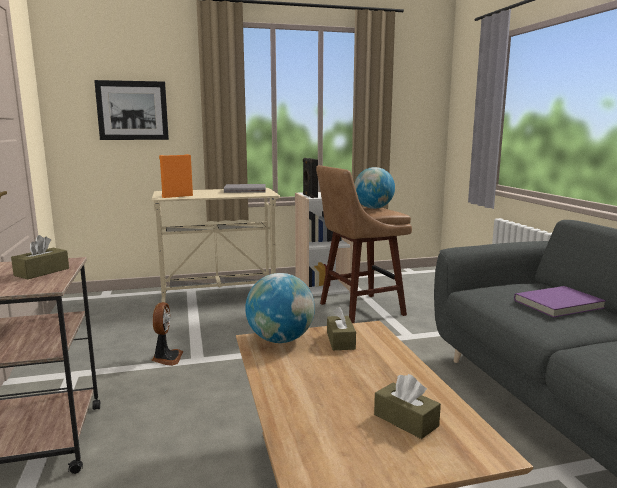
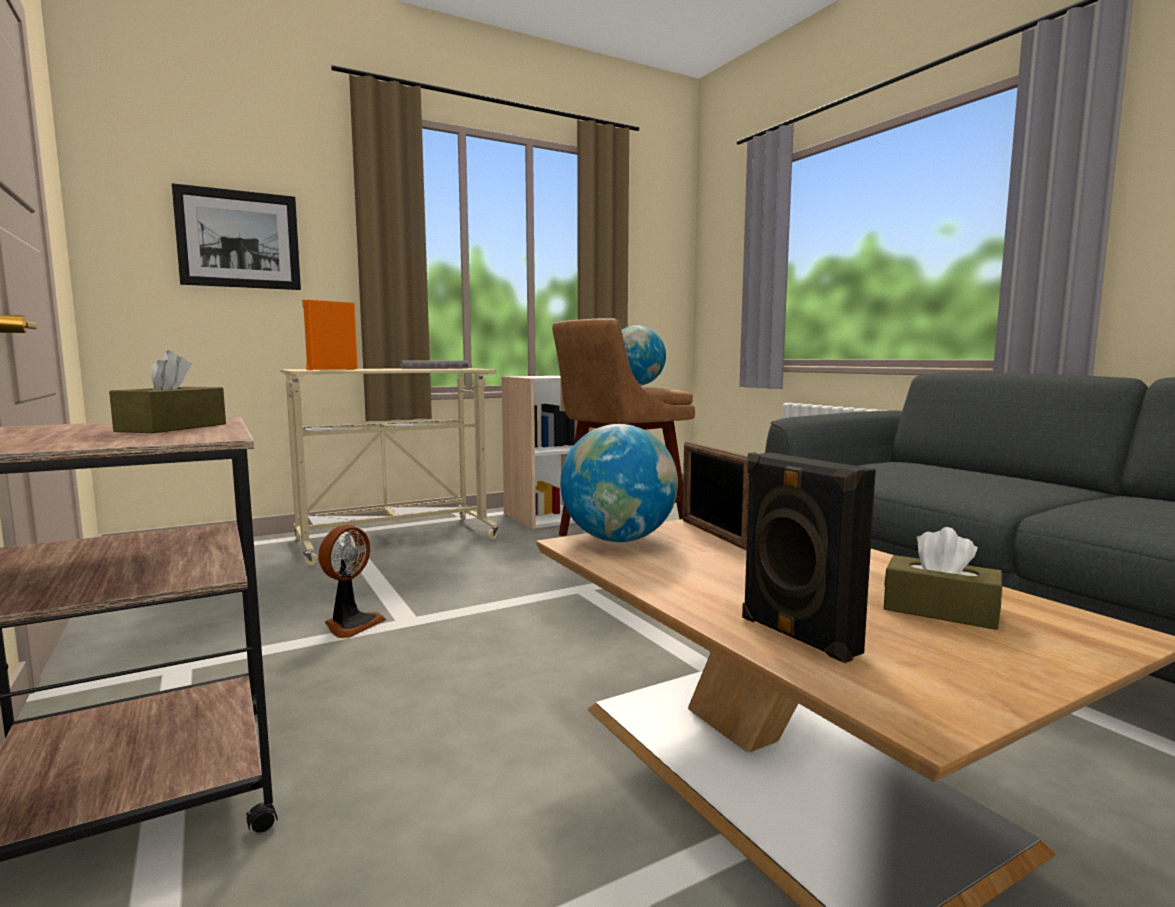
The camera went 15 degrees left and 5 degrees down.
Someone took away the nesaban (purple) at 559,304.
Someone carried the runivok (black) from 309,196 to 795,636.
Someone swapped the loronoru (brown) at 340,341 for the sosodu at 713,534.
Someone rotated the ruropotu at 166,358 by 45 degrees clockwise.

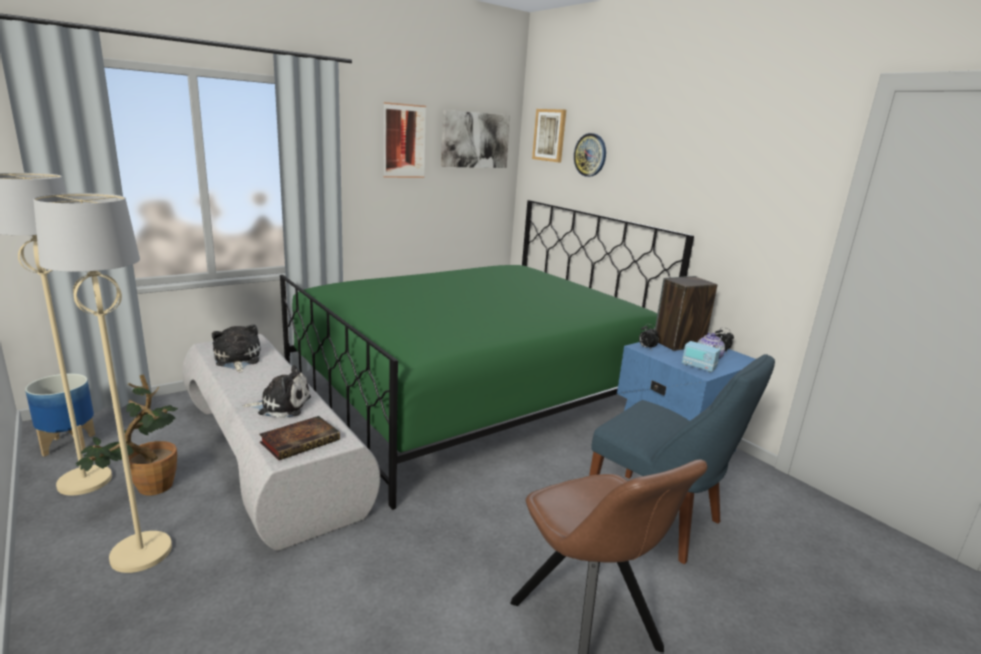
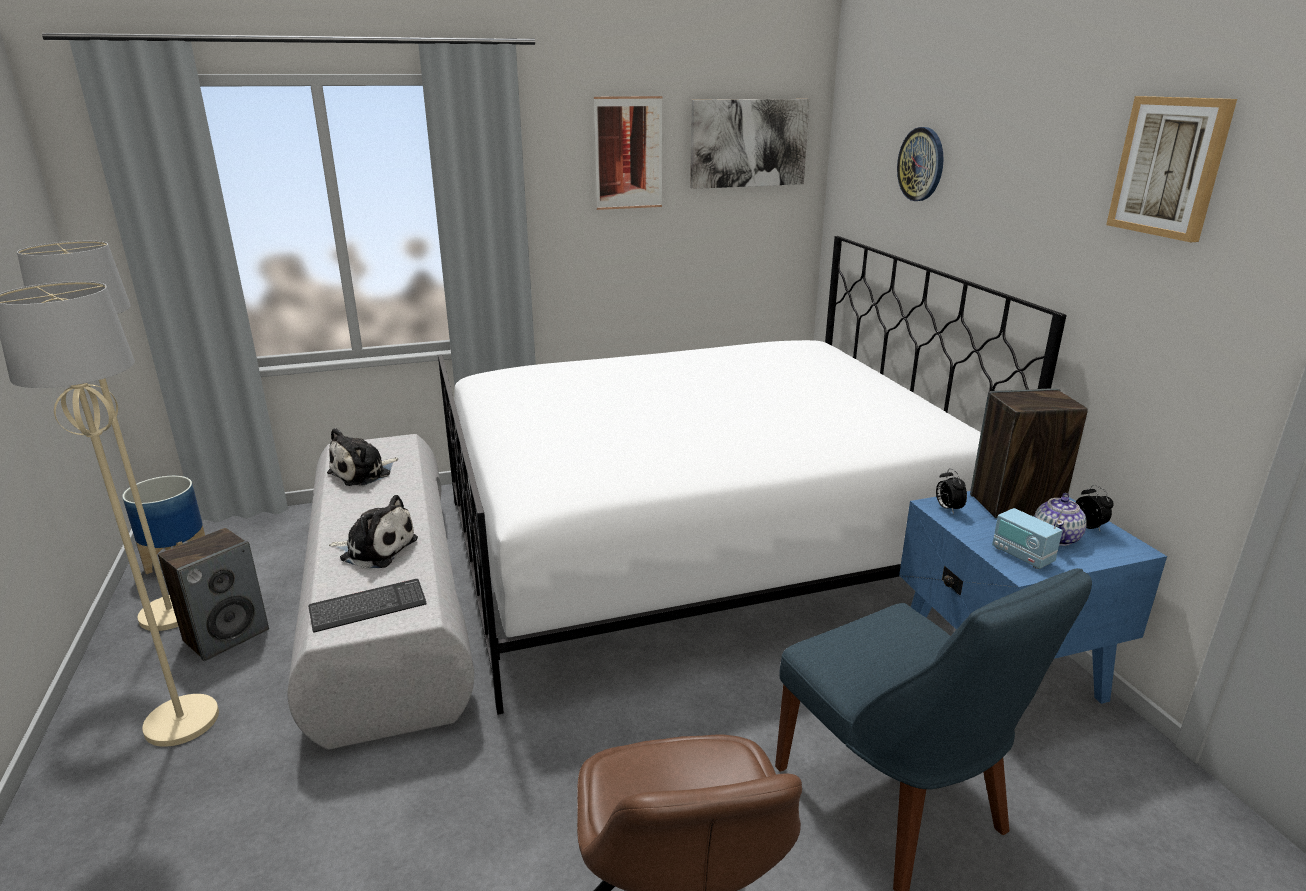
The camera went 20 degrees right and 5 degrees up.
Someone carried the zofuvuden from 550,135 to 1169,167.
Someone swapped the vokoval at 146,489 for the runivok at 227,635.
Someone swapped the nesaban at 301,441 for the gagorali at 368,607.
Someone repainted the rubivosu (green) at 474,397, which became the rubivosu (white) at 701,548.
Someone rotated the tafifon at 237,360 by 135 degrees counterclockwise.

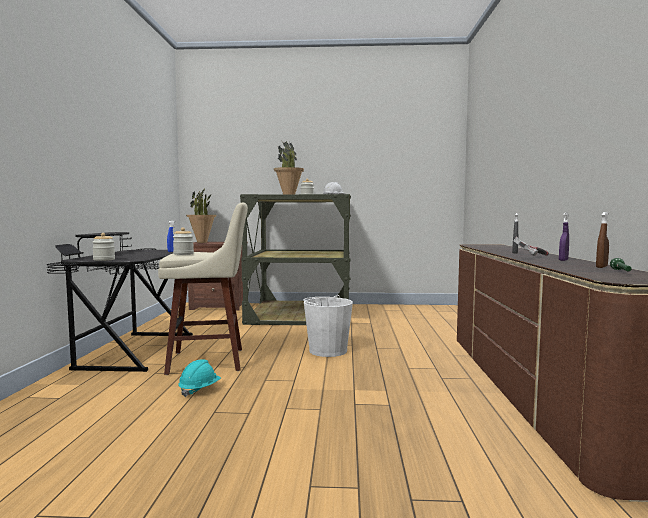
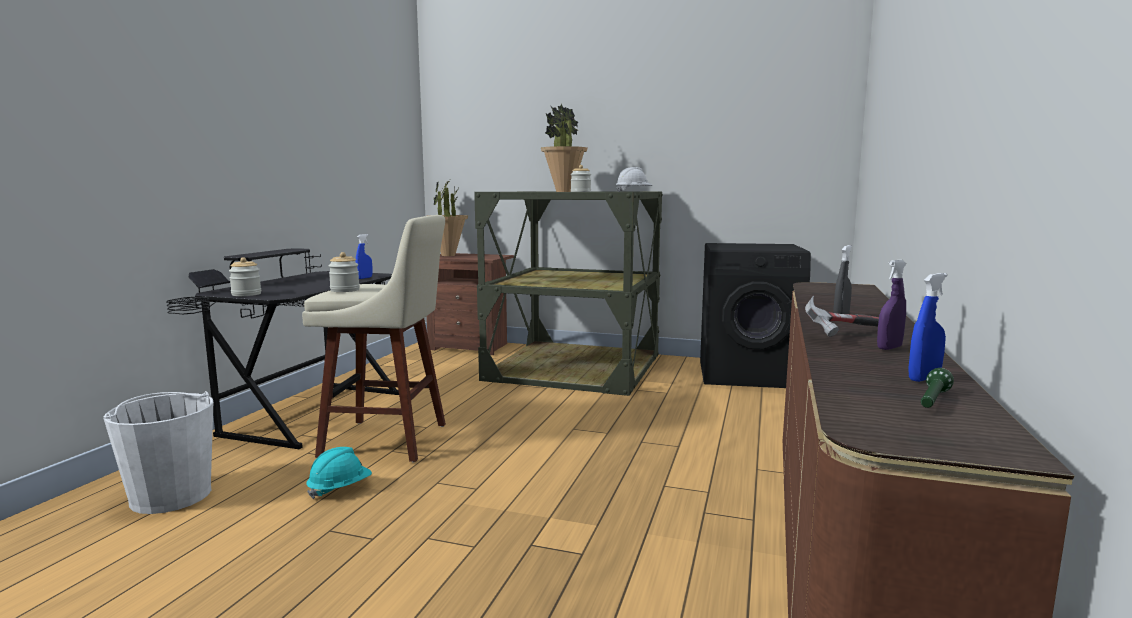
The camera went 15 degrees right and 5 degrees up.
Someone put down the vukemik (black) at 747,374.
Someone carried the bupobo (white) from 327,350 to 171,496.
Someone repainted the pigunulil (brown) at 601,267, which became the pigunulil (blue) at 924,378.

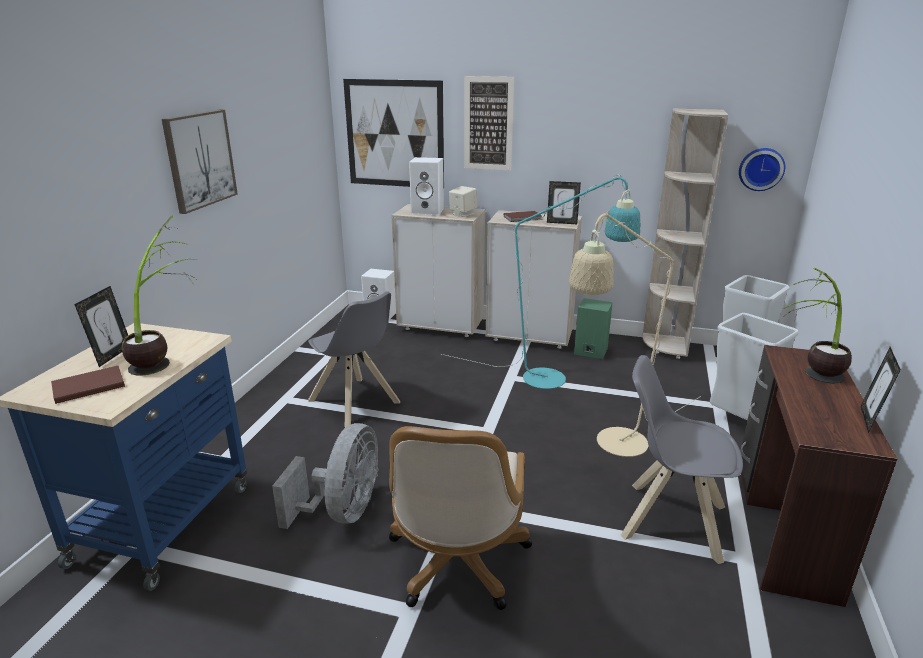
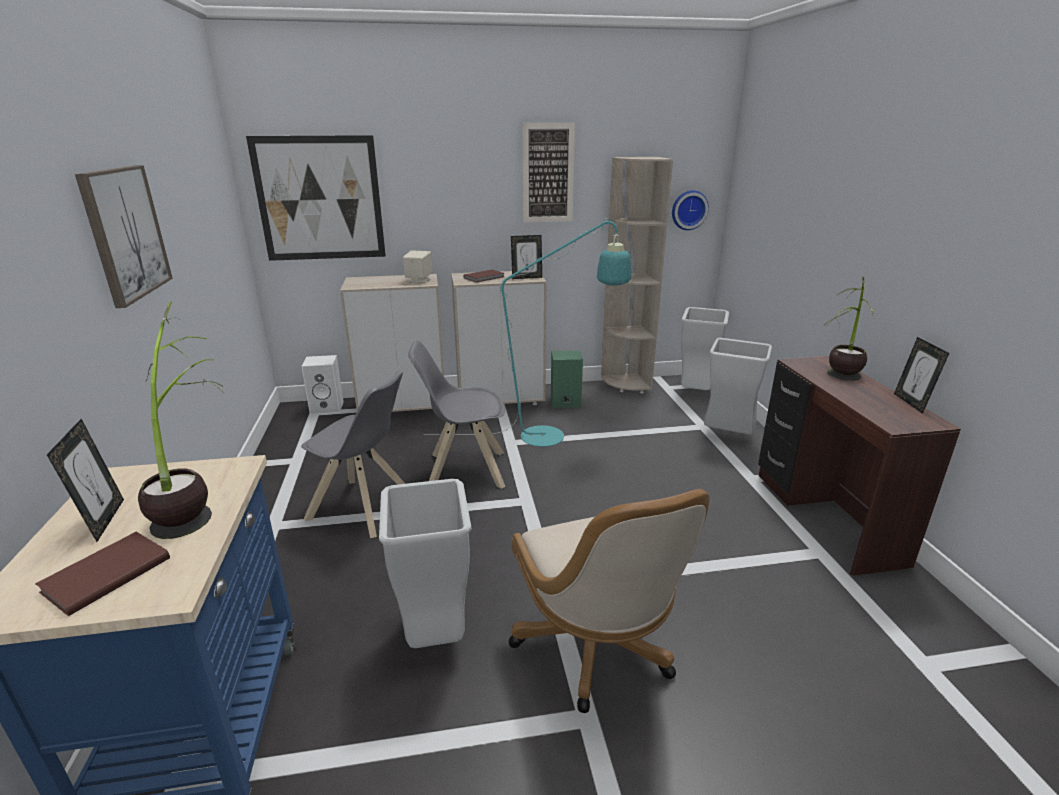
The camera went 25 degrees left and 0 degrees up.
Someone took away the runivok (white) at 428,211.
Someone took away the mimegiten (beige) at 613,447.
Someone carried the zofuvuden from 488,124 to 548,173.
Someone carried the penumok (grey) from 670,520 to 463,470.
Someone swapped the ruropotu (grey) at 343,511 for the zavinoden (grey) at 435,634.

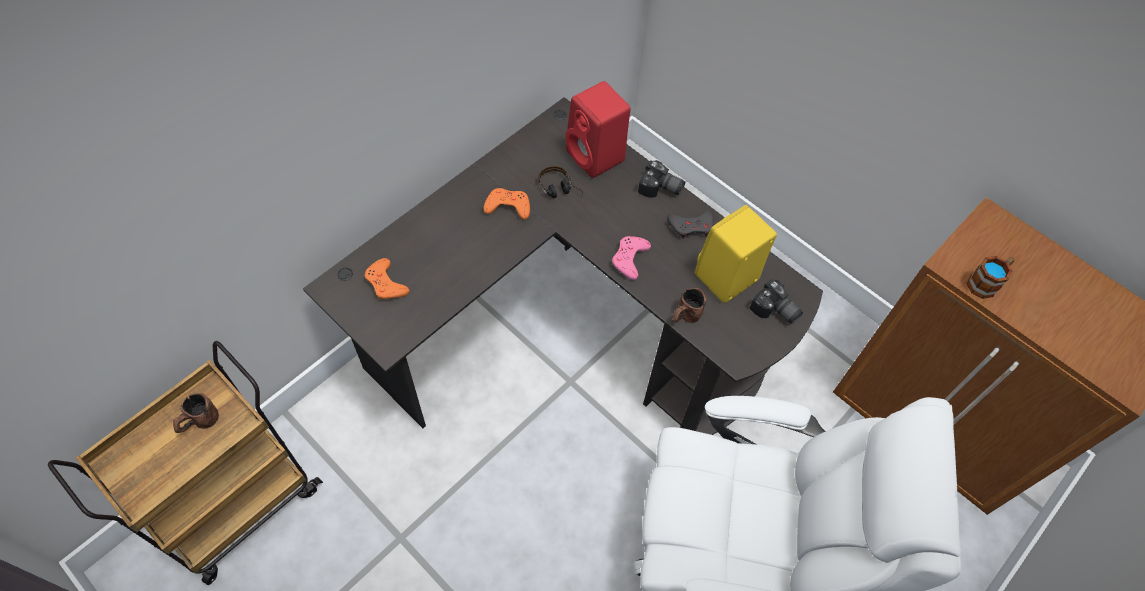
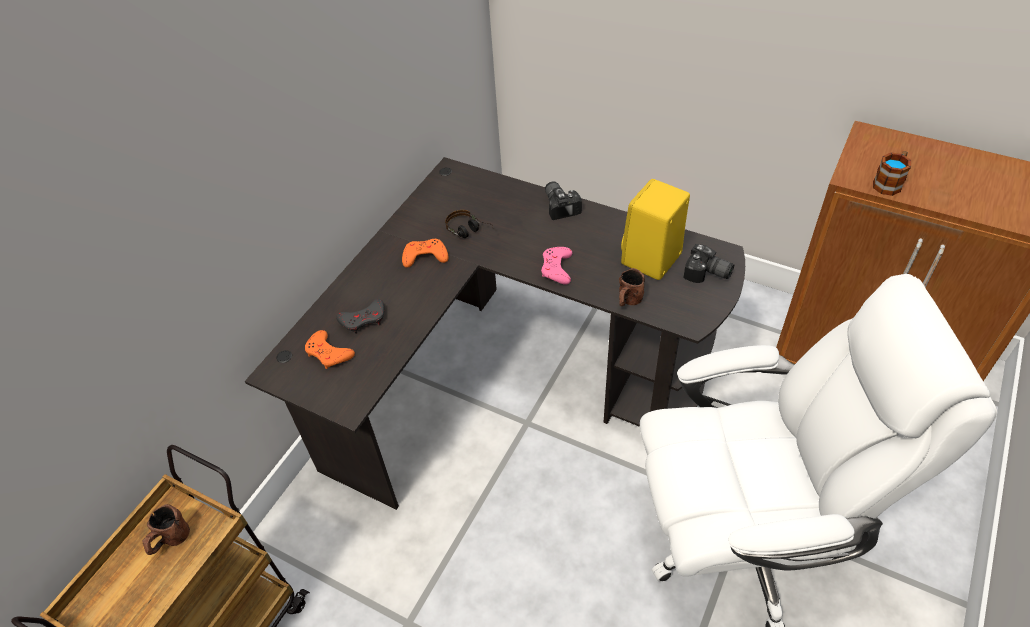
The camera went 10 degrees left and 10 degrees down.
Someone took away the runivok (red) at 596,157.
Someone carried the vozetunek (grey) from 691,226 to 363,319.
Someone rotated the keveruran at 660,189 by 120 degrees counterclockwise.

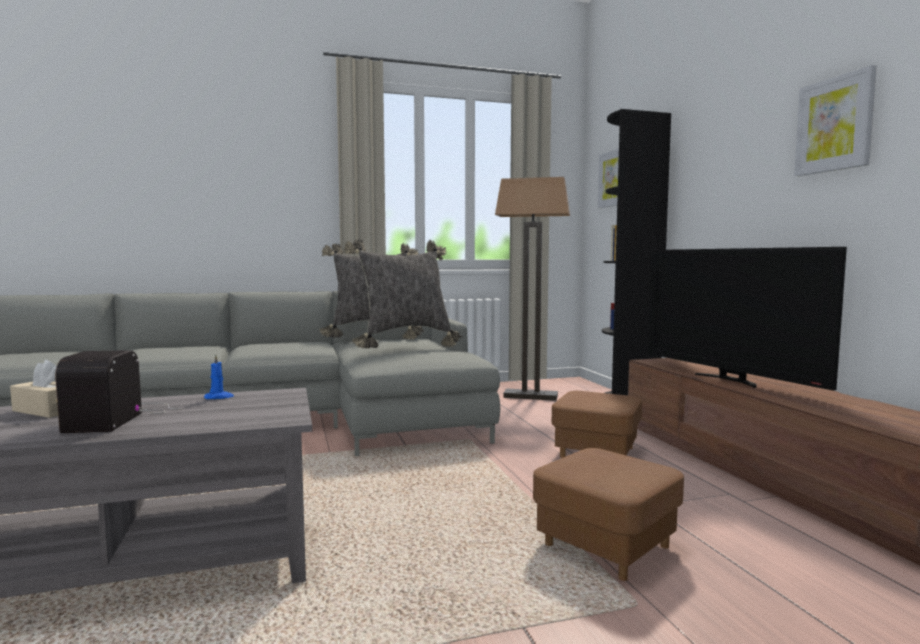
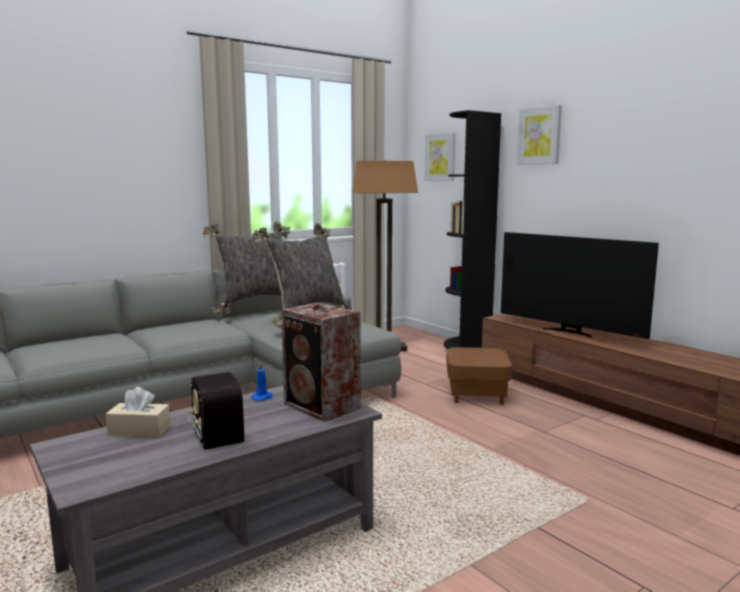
The camera went 20 degrees left and 5 degrees up.
Someone took away the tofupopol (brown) at 606,546.
Someone put down the runivok at 322,407.
Someone carried the zofuvuden from 835,124 to 539,136.

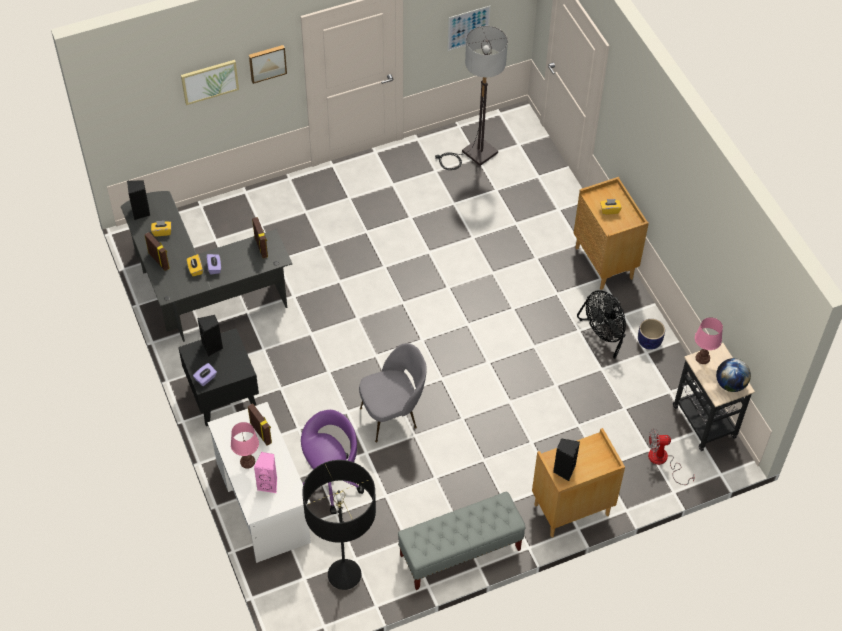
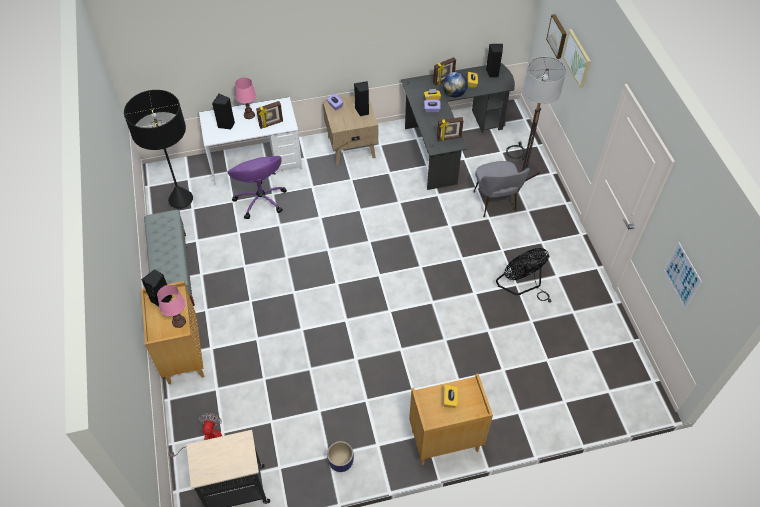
The camera went 100 degrees right and 0 degrees up.
Someone carried the zofuvuden from 267,62 to 558,36.
Someone carried the penumok (grey) from 393,416 to 495,204.
Someone carried the mimegiten from 471,155 to 521,166.
Someone carried the ruropotu (black) from 605,332 to 526,284.
Someone carried the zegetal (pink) from 703,358 to 179,322.
Someone carried the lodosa from 730,384 to 454,94.
Someone repainted the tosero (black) at 223,395, which became the tosero (beige) at 352,147.
Someone repainted the runivok (pink) at 269,484, which became the runivok (black) at 226,124.

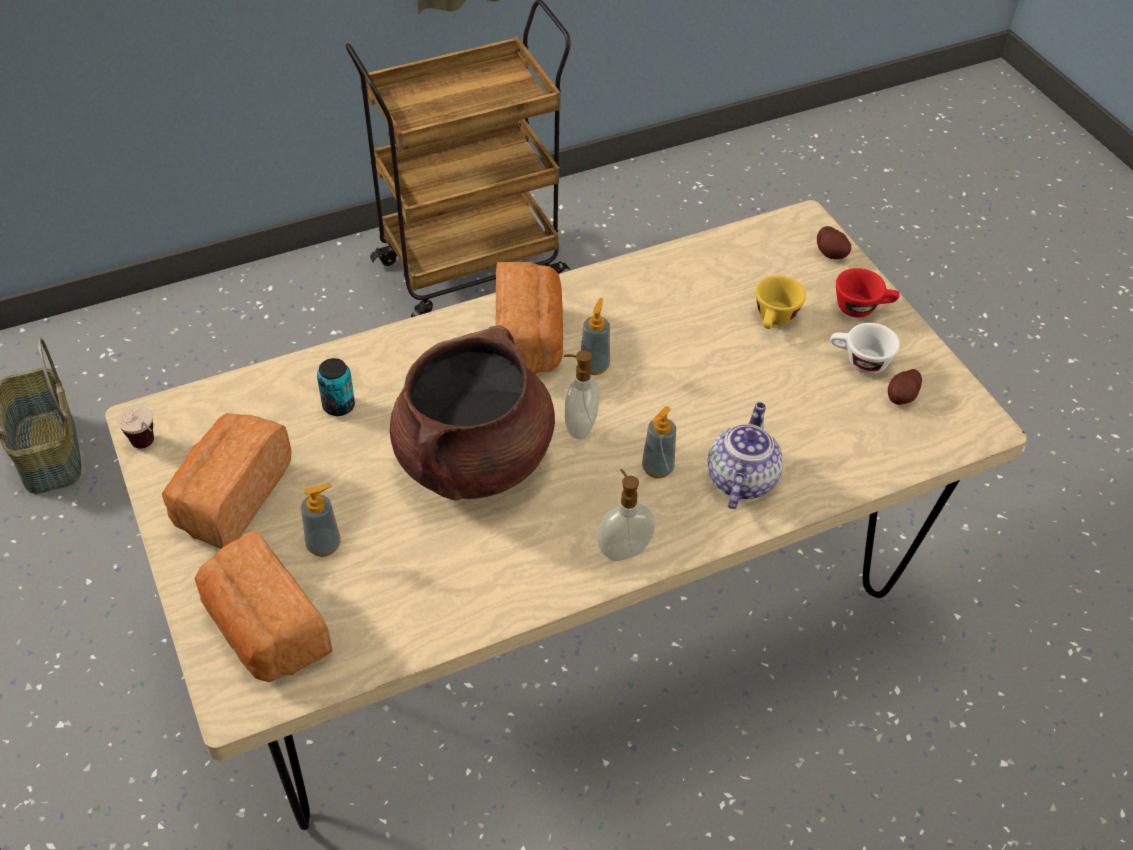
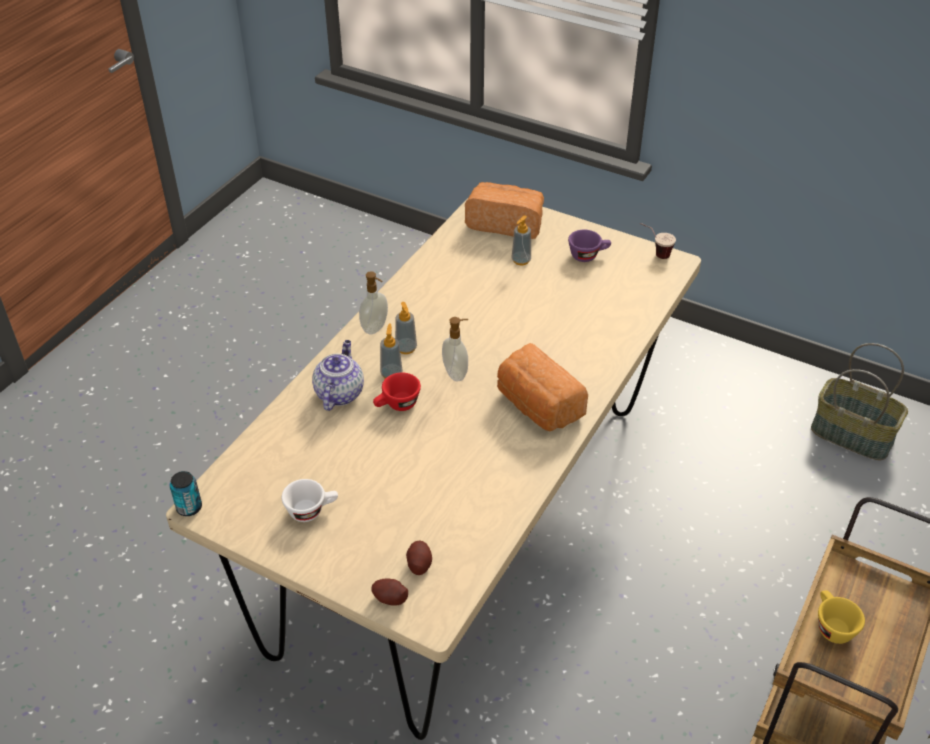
The camera went 145 degrees right and 5 degrees down.
Someone took away the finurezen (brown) at 474,460.
Someone carried the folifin from 339,406 to 189,507.
Someone carried the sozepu from 594,366 to 406,348.
Someone carried the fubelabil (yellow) from 774,320 to 831,626.
Someone carried the fubelabil (red) from 862,307 to 397,405.
Someone carried the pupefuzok from 901,397 to 419,564.
Someone swapped the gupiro at 230,498 for the fubelabil (purple) at 588,255.
Someone rotated the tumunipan at 741,478 by 150 degrees counterclockwise.

